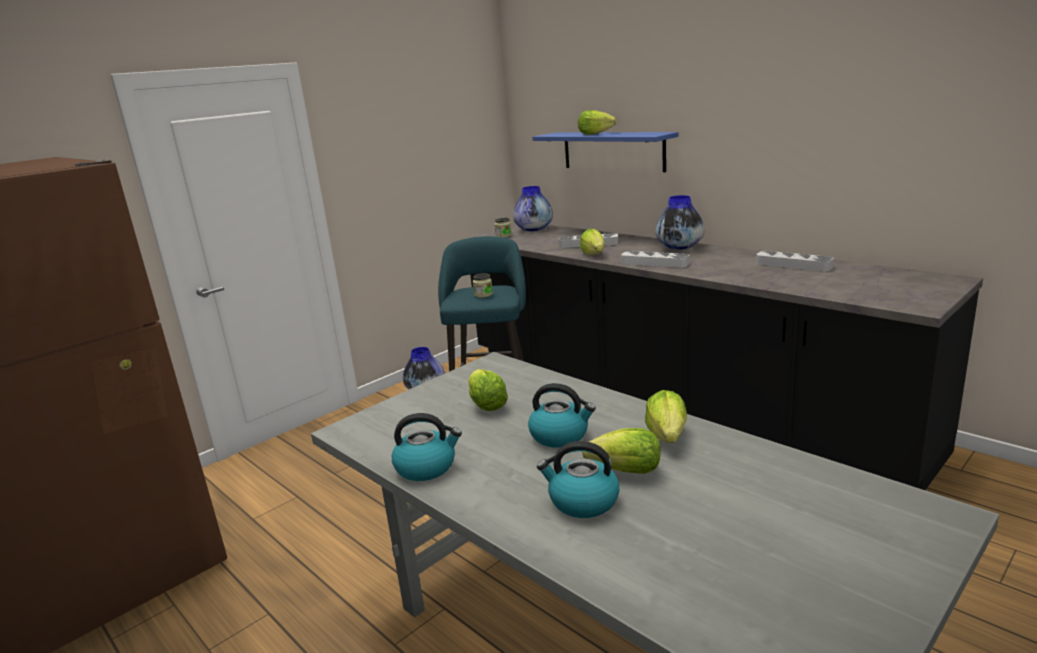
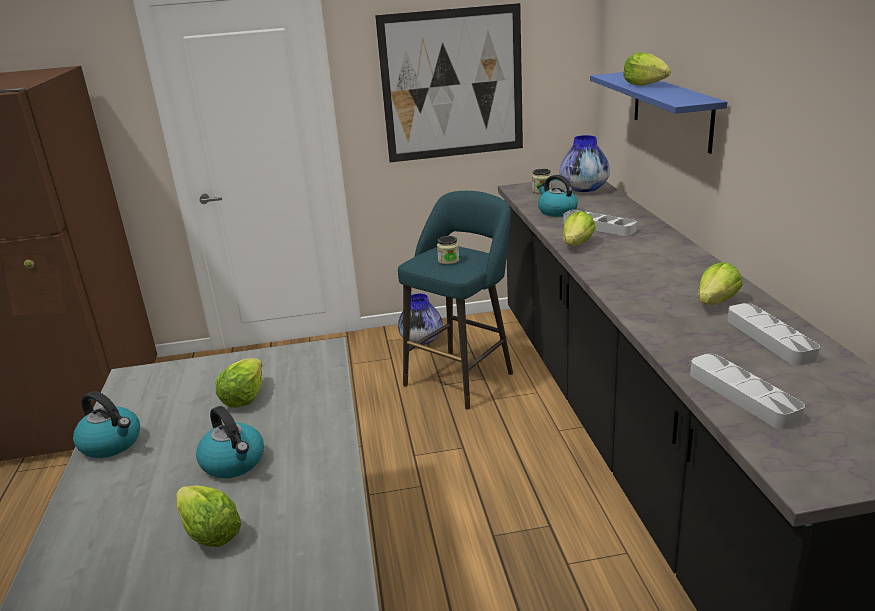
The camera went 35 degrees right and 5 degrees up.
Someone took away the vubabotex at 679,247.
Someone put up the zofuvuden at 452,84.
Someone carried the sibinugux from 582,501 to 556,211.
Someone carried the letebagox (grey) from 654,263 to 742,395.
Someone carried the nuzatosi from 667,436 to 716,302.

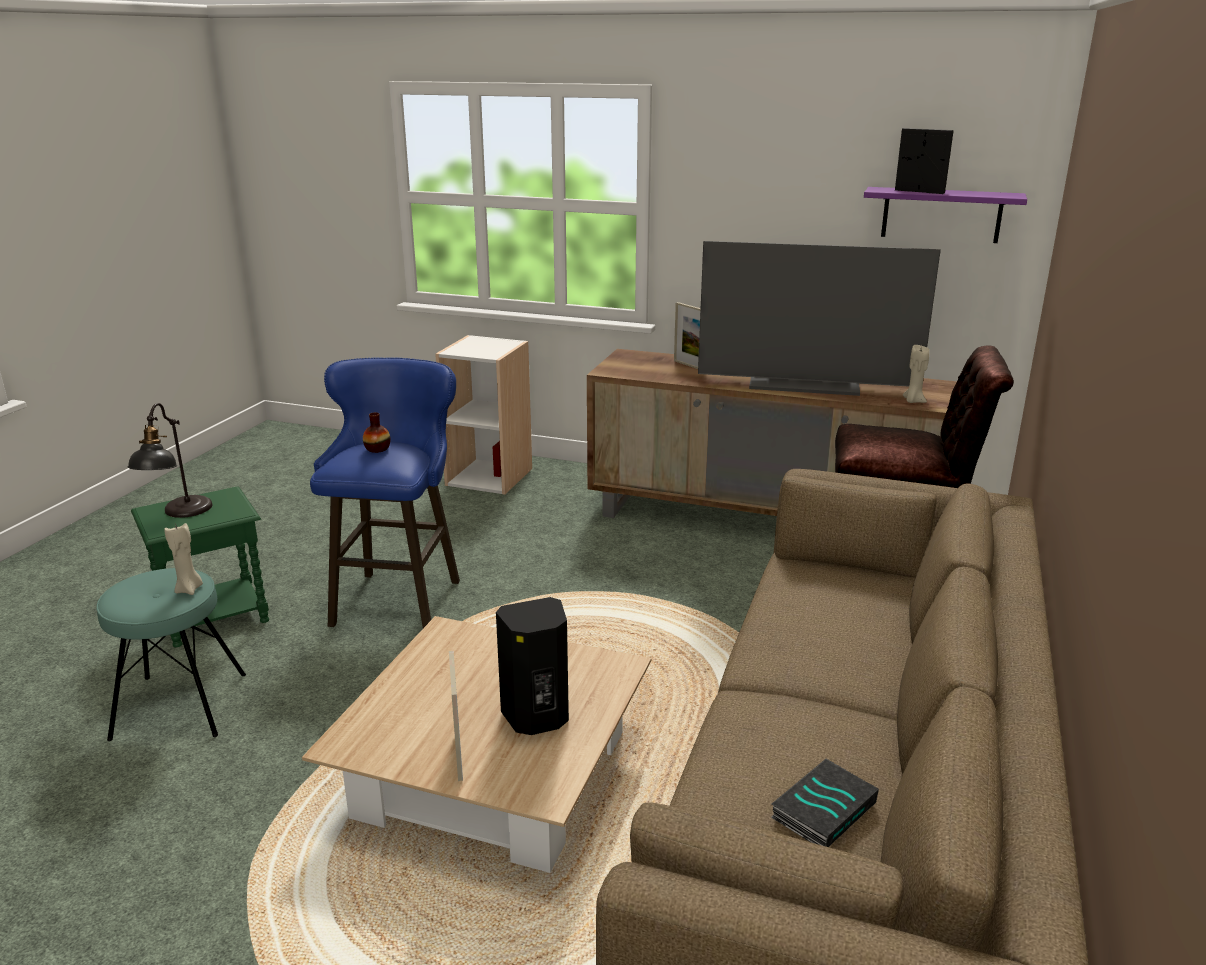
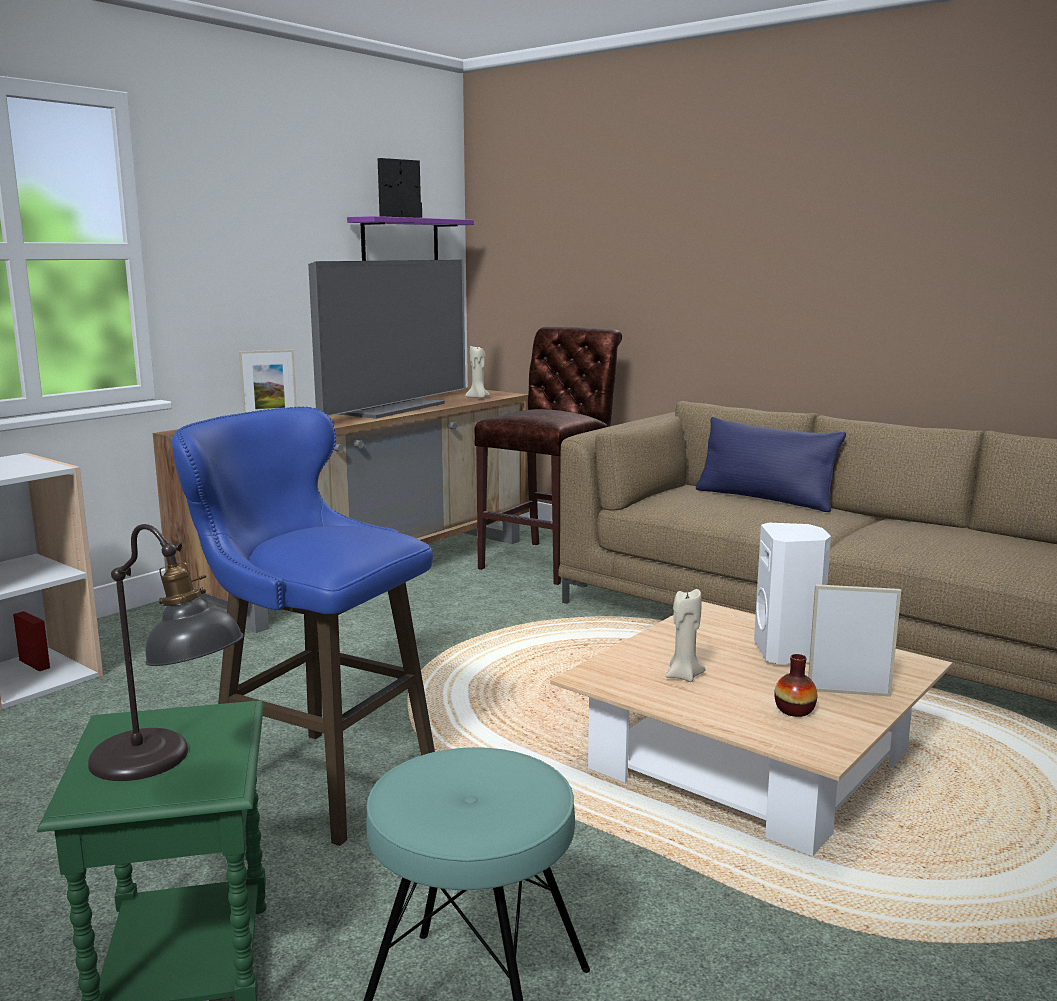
The camera went 70 degrees left and 10 degrees down.
Someone took away the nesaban at 823,808.
Someone put down the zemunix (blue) at 764,499.
Someone carried the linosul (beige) from 189,589 to 683,676.
Someone carried the vubabotex from 377,449 to 794,710.
Someone repainted the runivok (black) at 537,718, which became the runivok (white) at 788,653.

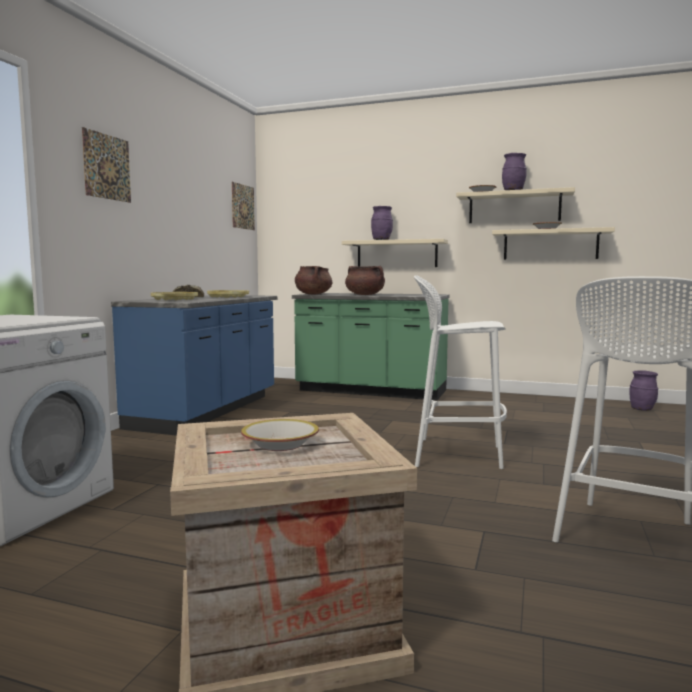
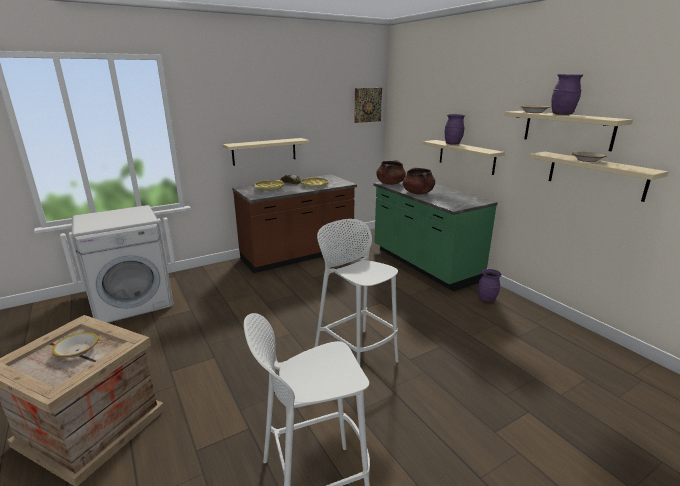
The camera went 40 degrees right and 15 degrees up.
Someone took away the zofuvuden at 107,167.
Someone put up the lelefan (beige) at 264,151.
Someone carried the vubabotex (purple) from 642,409 to 487,299.
Someone repainted the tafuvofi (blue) at 207,411, which became the tafuvofi (brown) at 298,256.

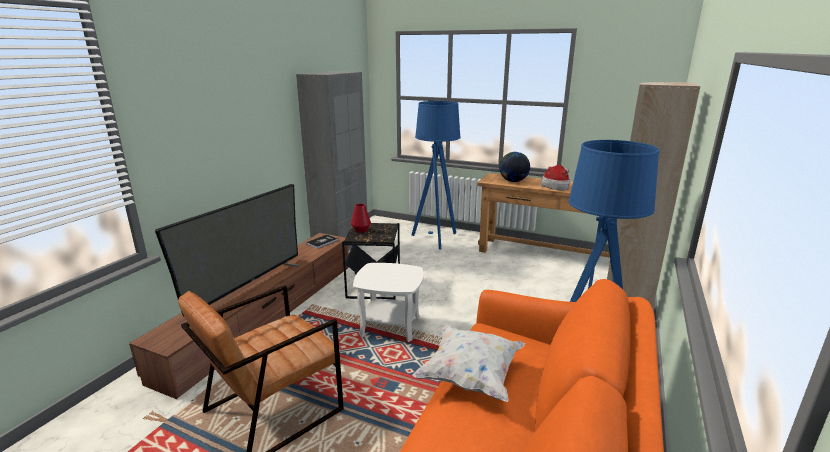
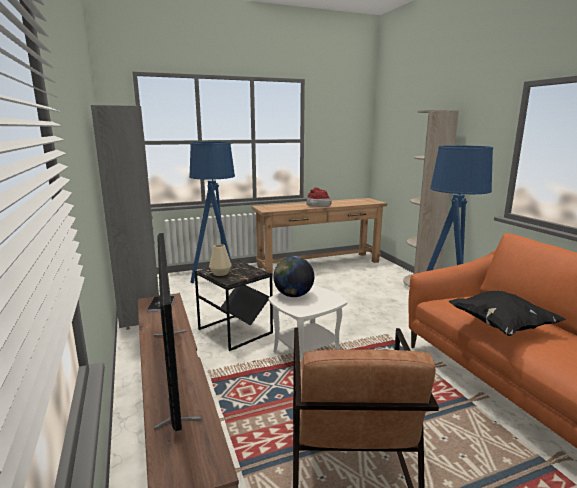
The camera went 45 degrees left and 5 degrees down.
Someone carried the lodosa from 513,181 to 293,295.
Someone repainted the vubabotex (red) at 361,230, which became the vubabotex (beige) at 220,273.
Someone repainted the zemunix (white) at 470,376, which became the zemunix (black) at 500,326.

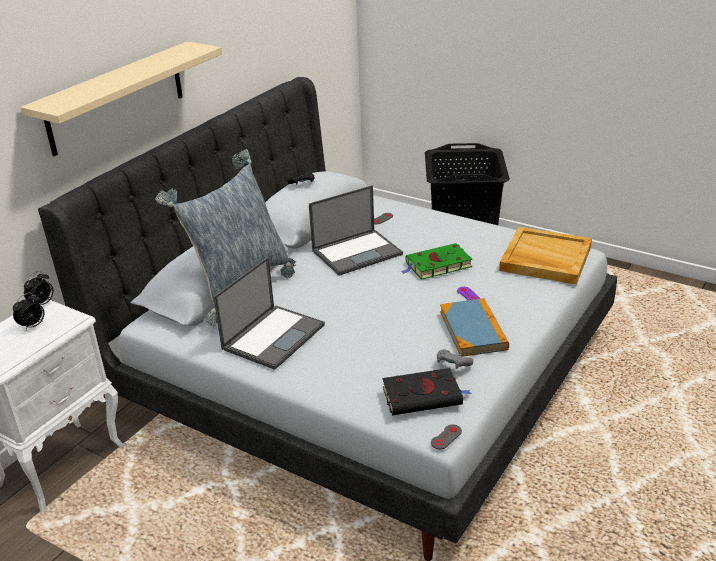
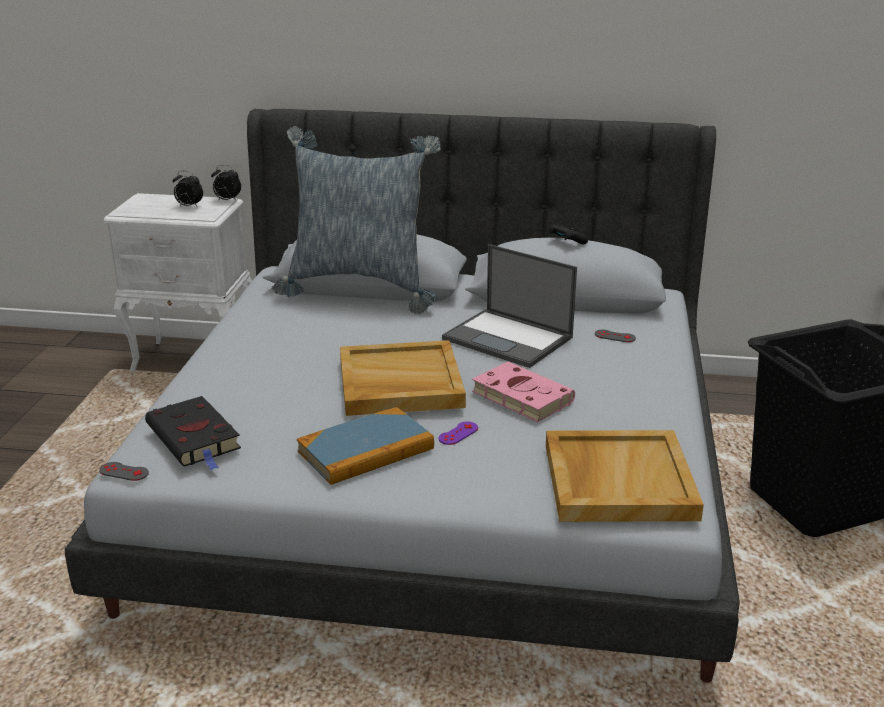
The camera went 65 degrees right and 5 degrees down.
Someone took away the lelefan (beige) at 116,98.
Someone took away the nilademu at 274,336.
Someone took away the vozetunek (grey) at 452,365.
Someone put down the letebagox (beige) at 399,383.
Someone repainted the nesaban (green) at 436,265, which became the nesaban (pink) at 519,396.

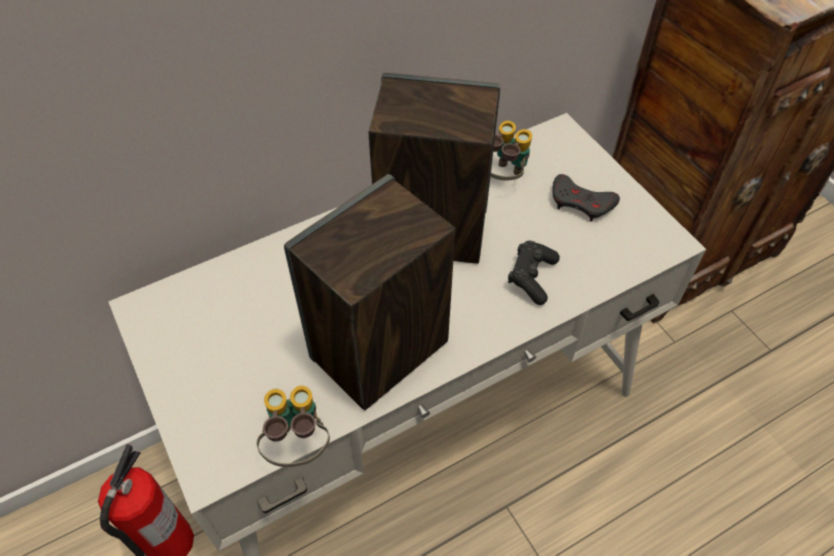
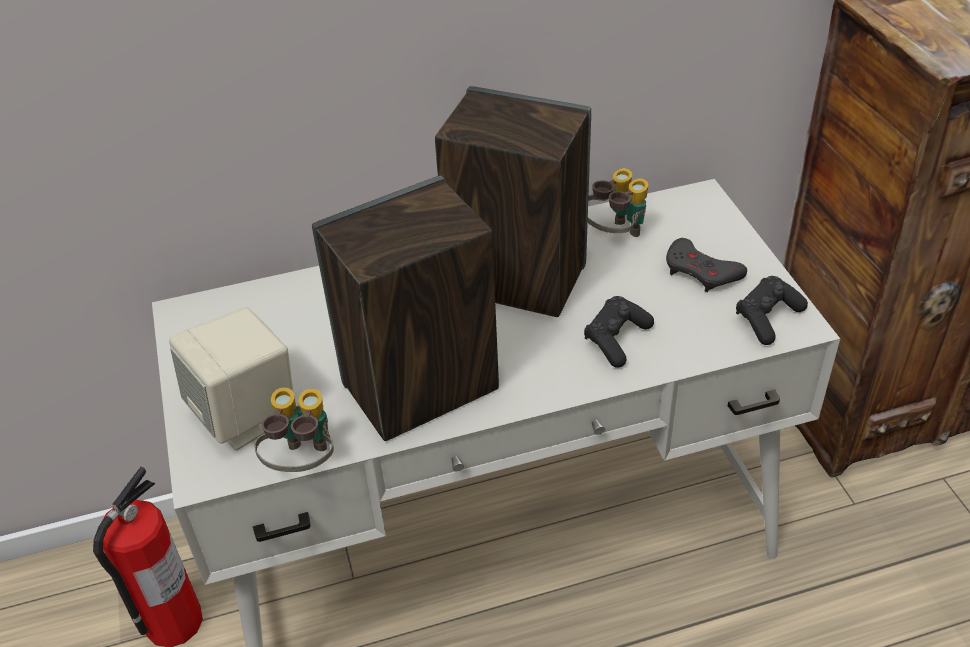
The camera went 15 degrees right and 10 degrees down.
Someone put down the runivok (beige) at 246,415.
Someone put down the vozetunek (black) at 767,318.

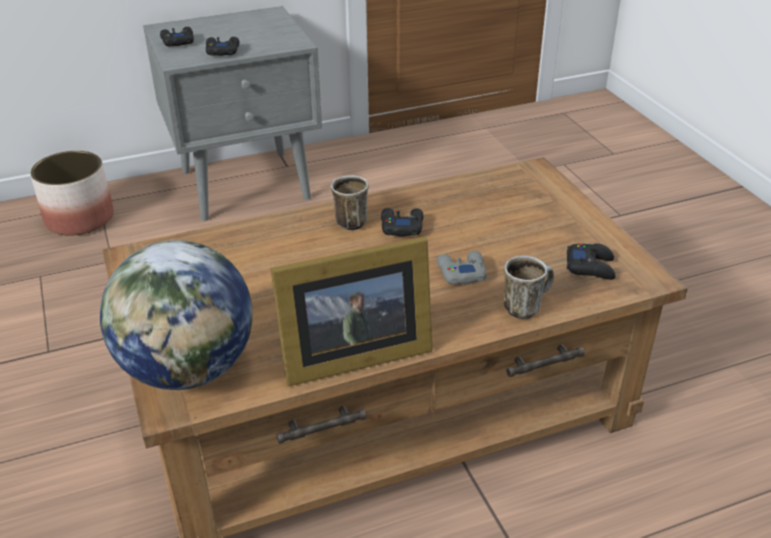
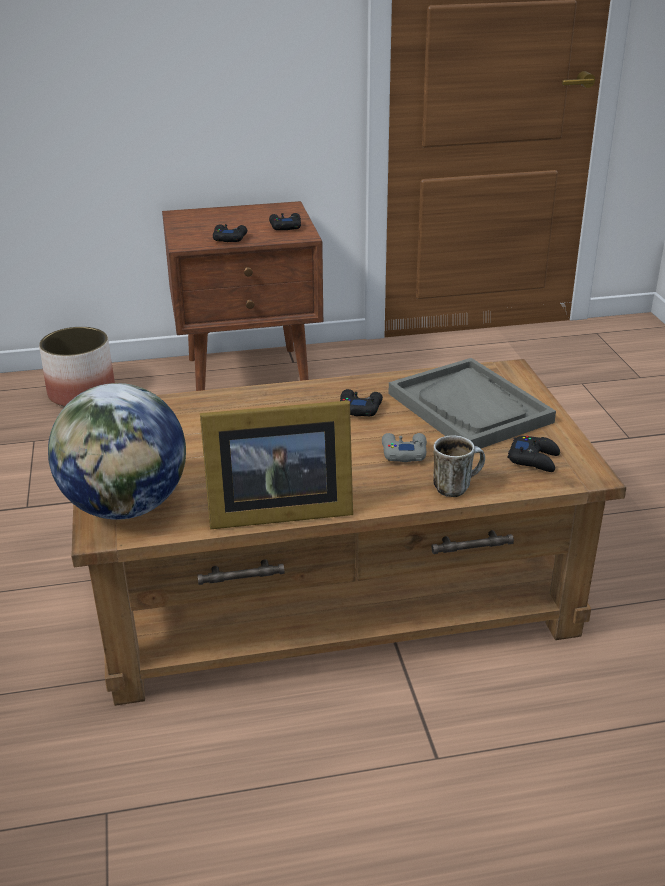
The camera went 10 degrees right and 5 degrees down.
Someone took away the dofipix at 348,220.
Someone put down the letebagox (grey) at 469,408.
Someone carried the vozetunek (black) from 177,41 to 285,226.
Someone repainted the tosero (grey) at 247,185, which became the tosero (brown) at 249,376.

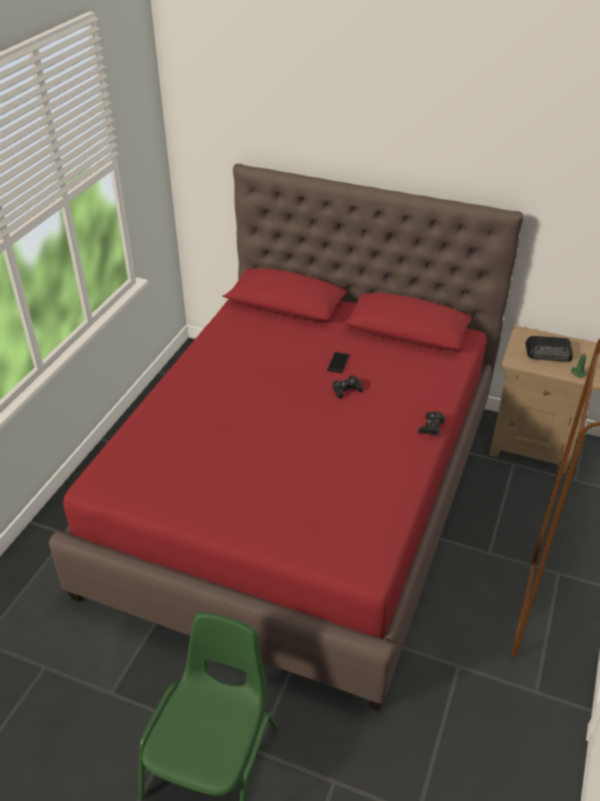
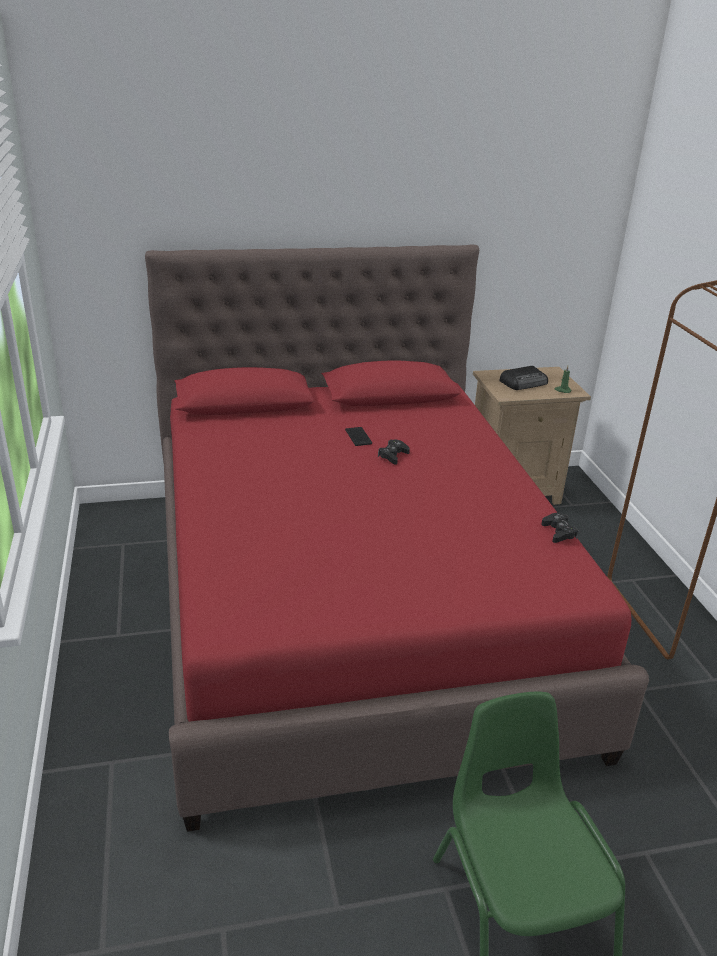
The camera went 35 degrees left and 10 degrees down.
Someone carried the vozetunek (black) from 431,427 to 559,532.

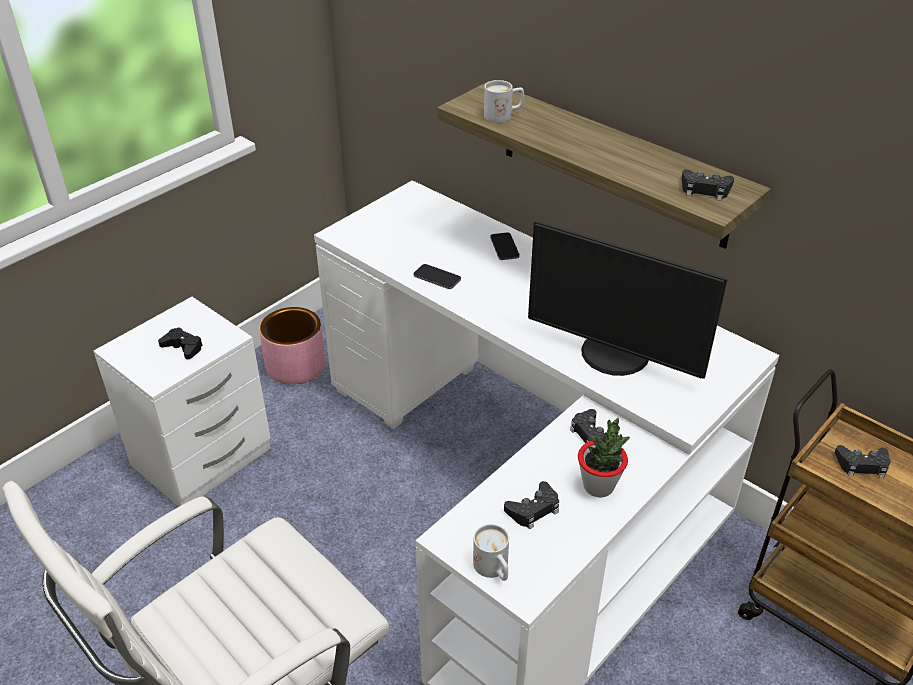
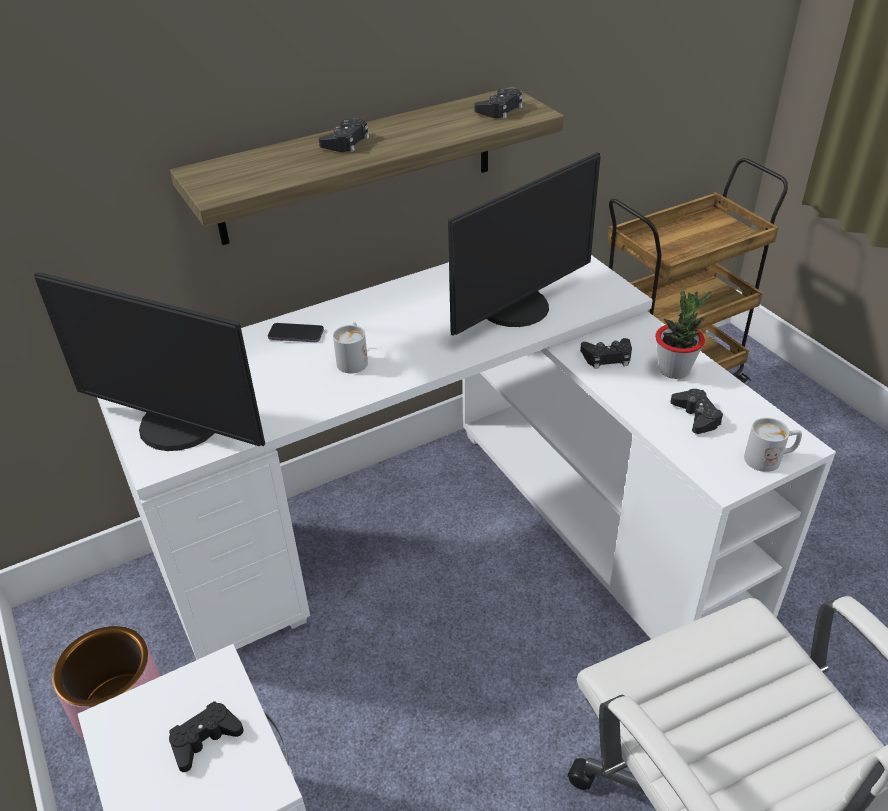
The camera went 70 degrees left and 0 degrees up.
Someone took away the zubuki at 437,278.
Someone put down the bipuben at 178,427.
Someone carried the dofipix (white) from 503,115 to 353,359.
Someone carried the vozetunek (black) from 862,465 to 346,142.

